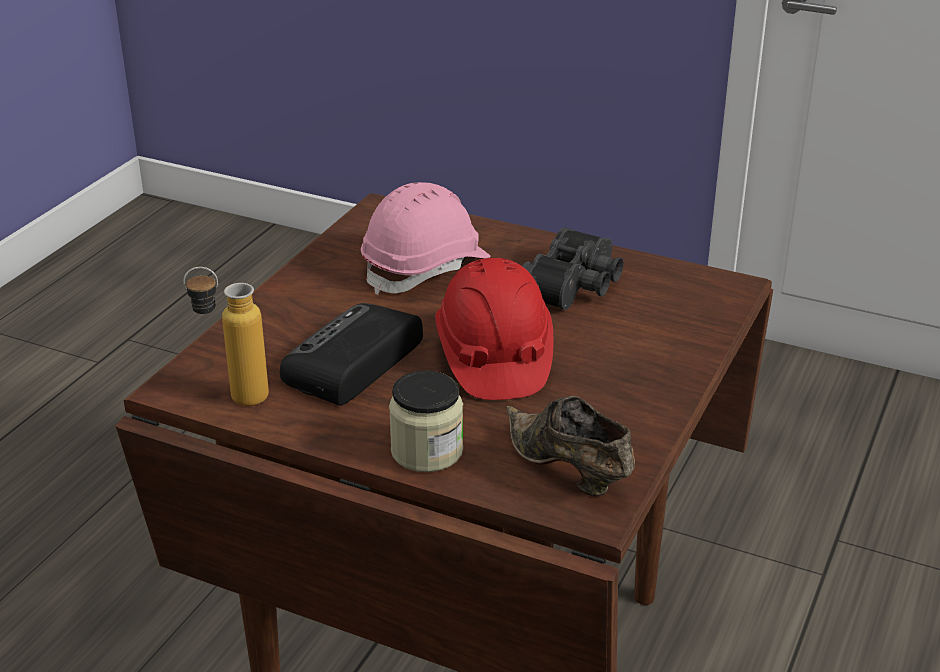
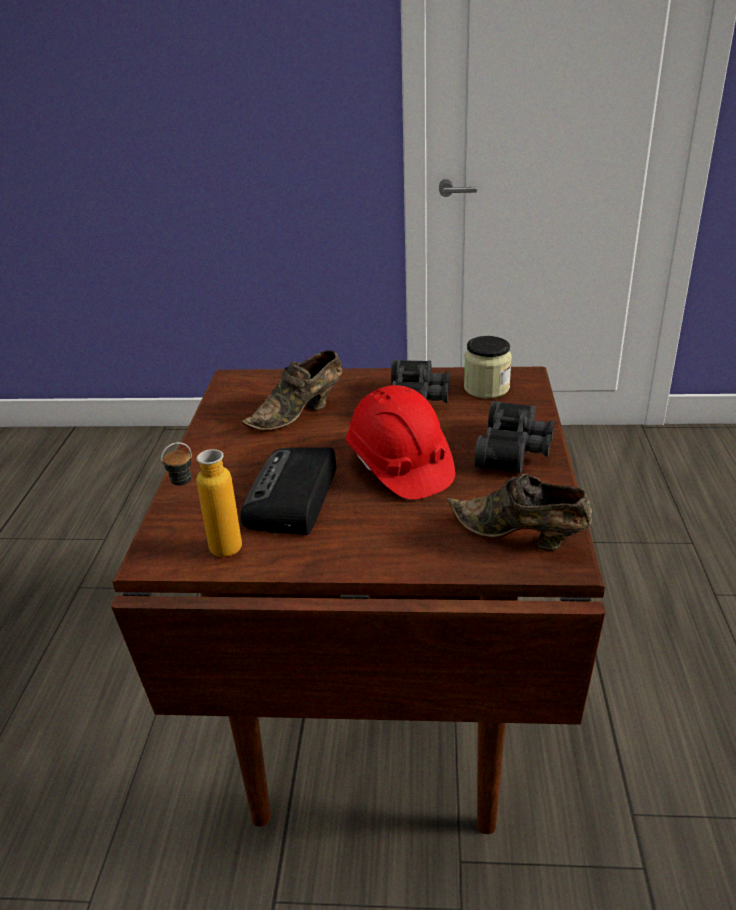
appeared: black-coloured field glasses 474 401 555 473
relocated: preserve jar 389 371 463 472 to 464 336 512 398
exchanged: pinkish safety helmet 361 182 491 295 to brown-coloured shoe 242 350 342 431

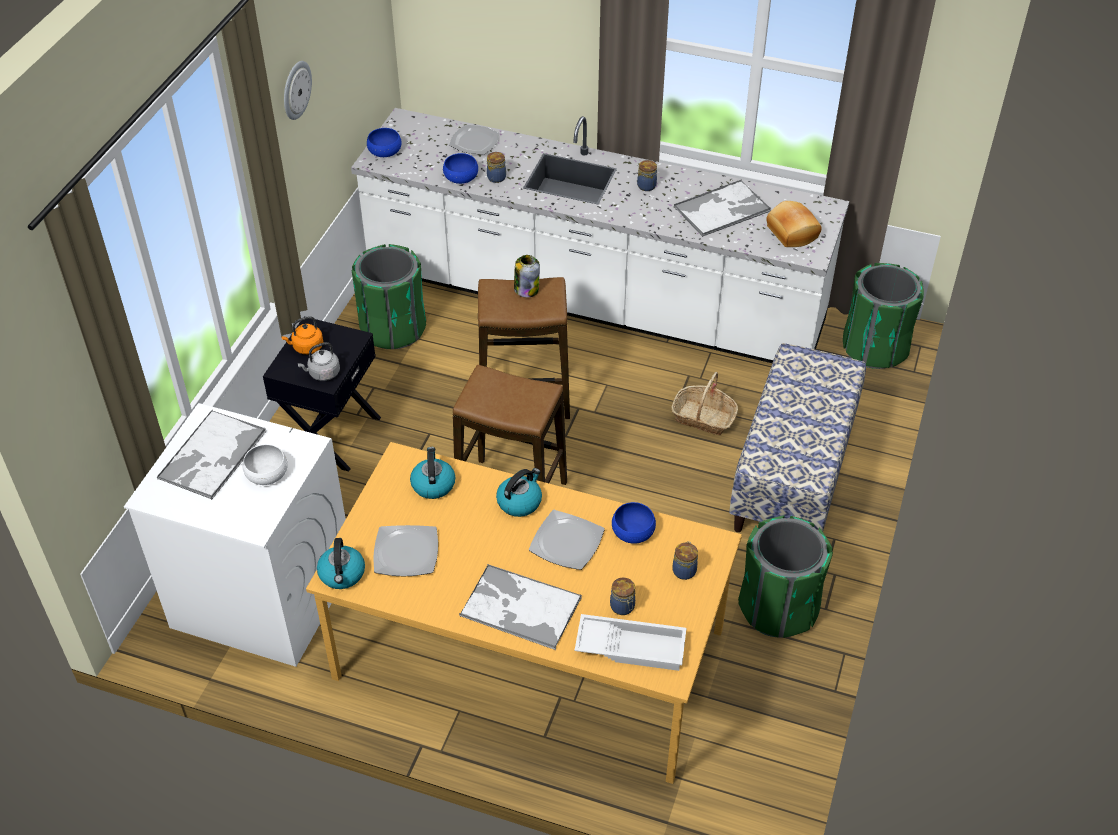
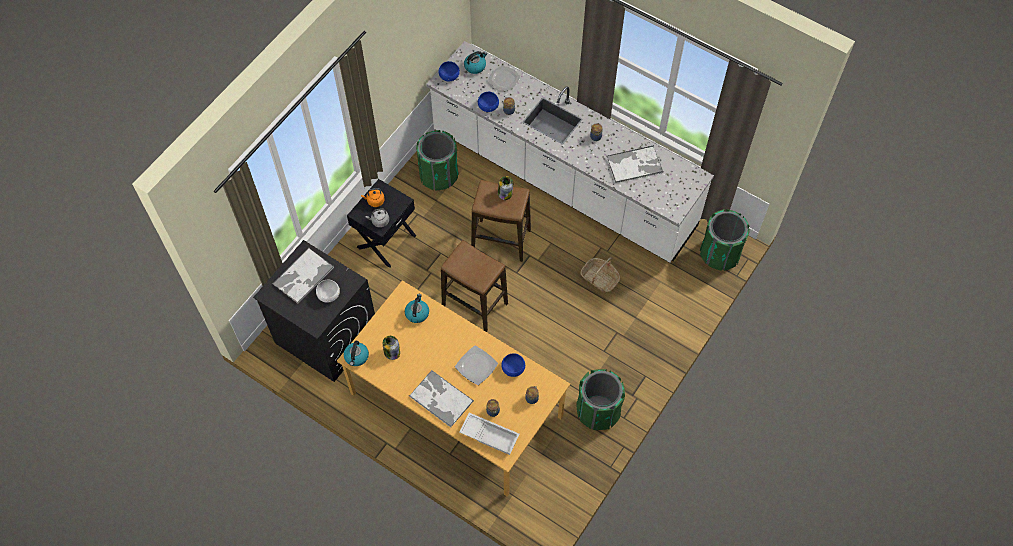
missing: hanging clock 284 61 312 120; bench 729 343 866 532; bakery bread 766 201 822 247
relocated: water kettle 496 468 542 517 to 464 51 487 74
exchanged: dinner plate 373 525 438 576 to preserve jar 383 336 400 360
colour: white washing machine 124 403 346 667 to black-coloured washing machine 253 240 375 382

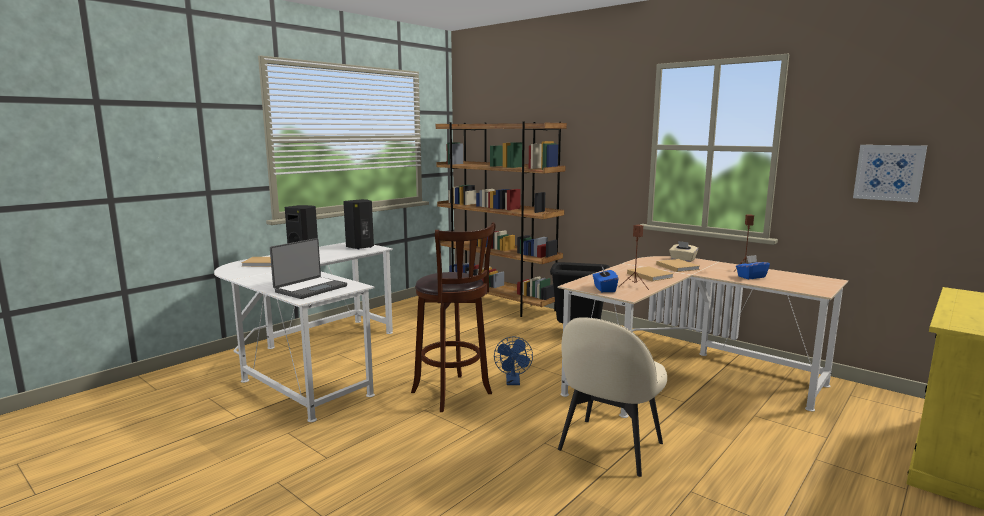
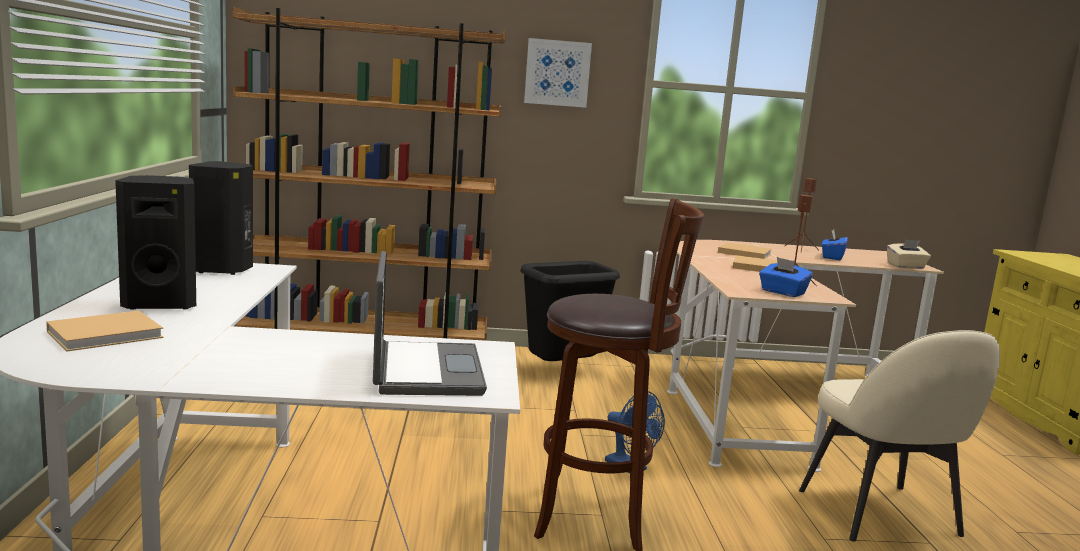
relocated: picture 853 145 927 202 to 524 38 592 108; sand-coloured box of tissues 669 241 698 262 to 887 239 931 269

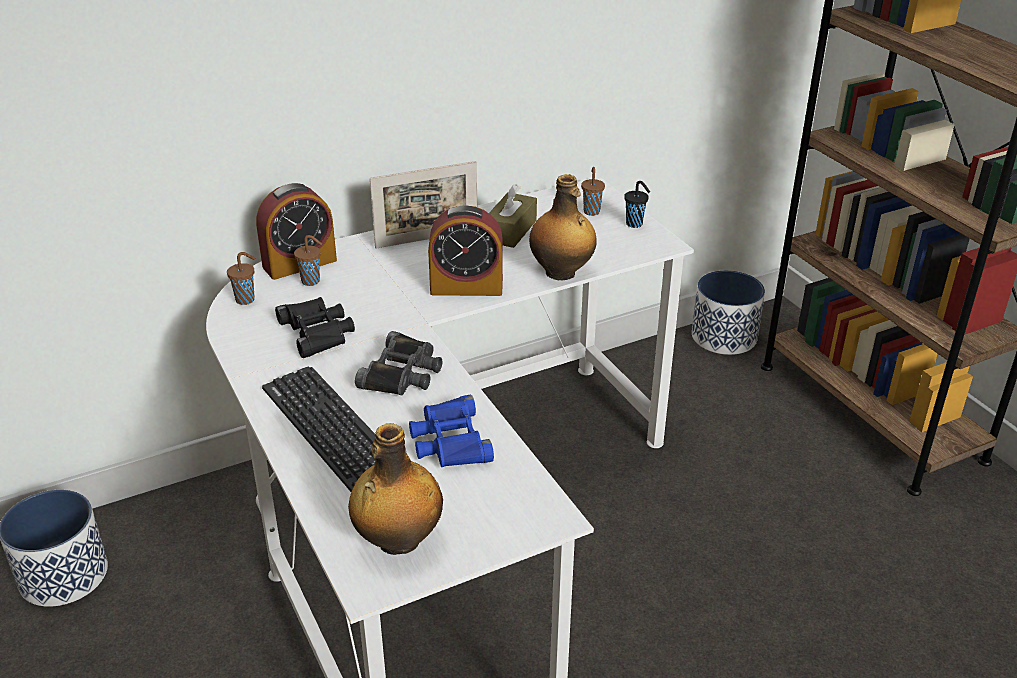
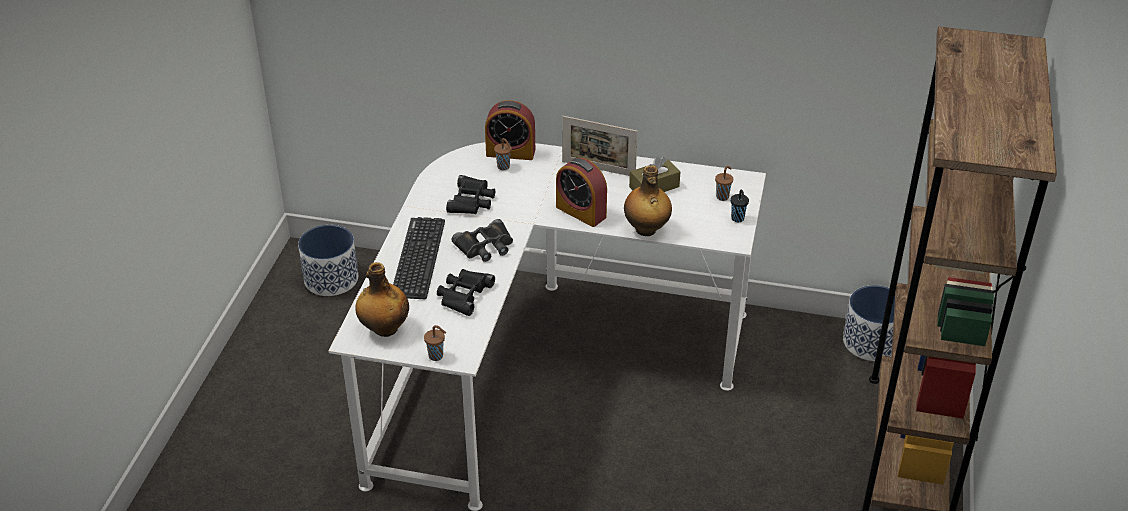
relocated: brown-coloured cup 227 252 255 305 to 424 325 446 361
colour: blue field glasses 409 394 494 467 to black-coloured field glasses 437 269 495 316

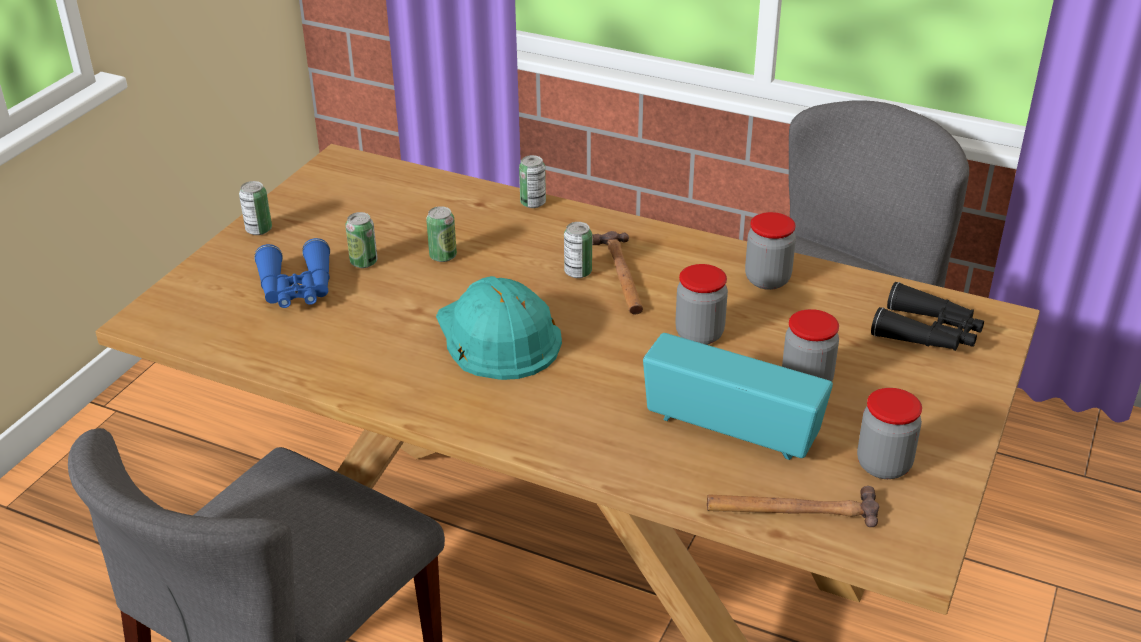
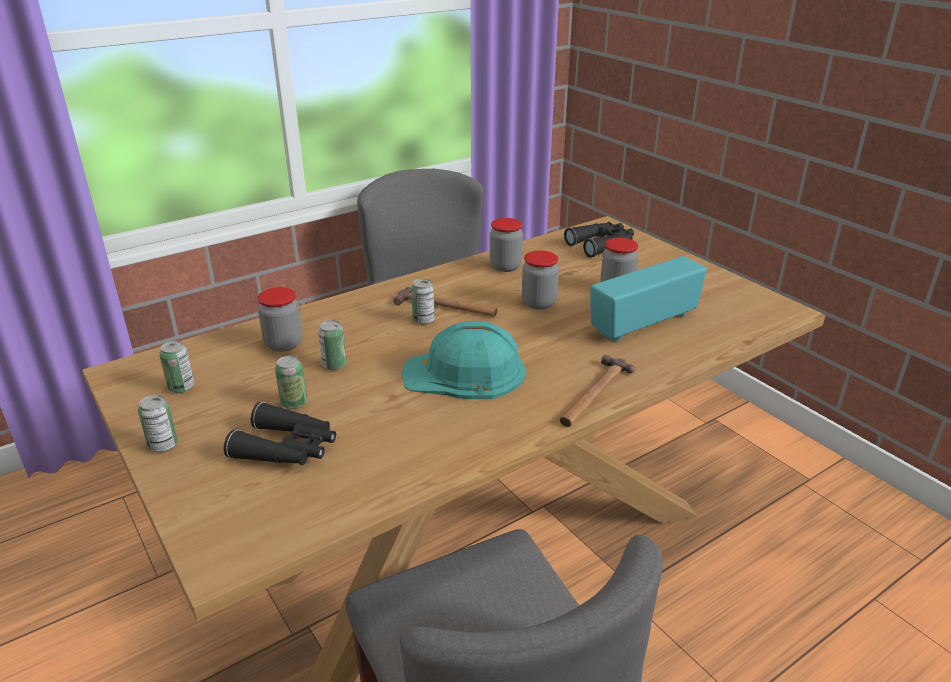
relocated: can 519 155 546 208 to 159 341 194 393; preserve jar 857 388 922 479 to 257 287 302 352; tool hammer 707 486 879 527 to 560 355 635 427
colour: blue field glasses 254 238 330 308 to black-coloured field glasses 224 402 336 465

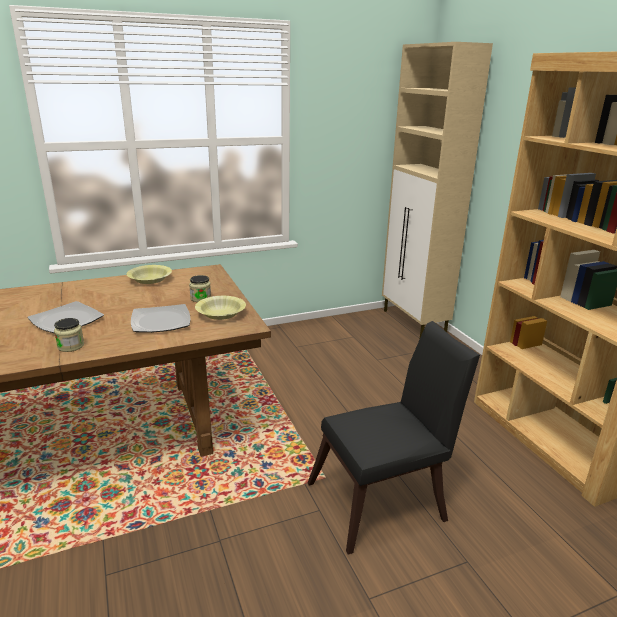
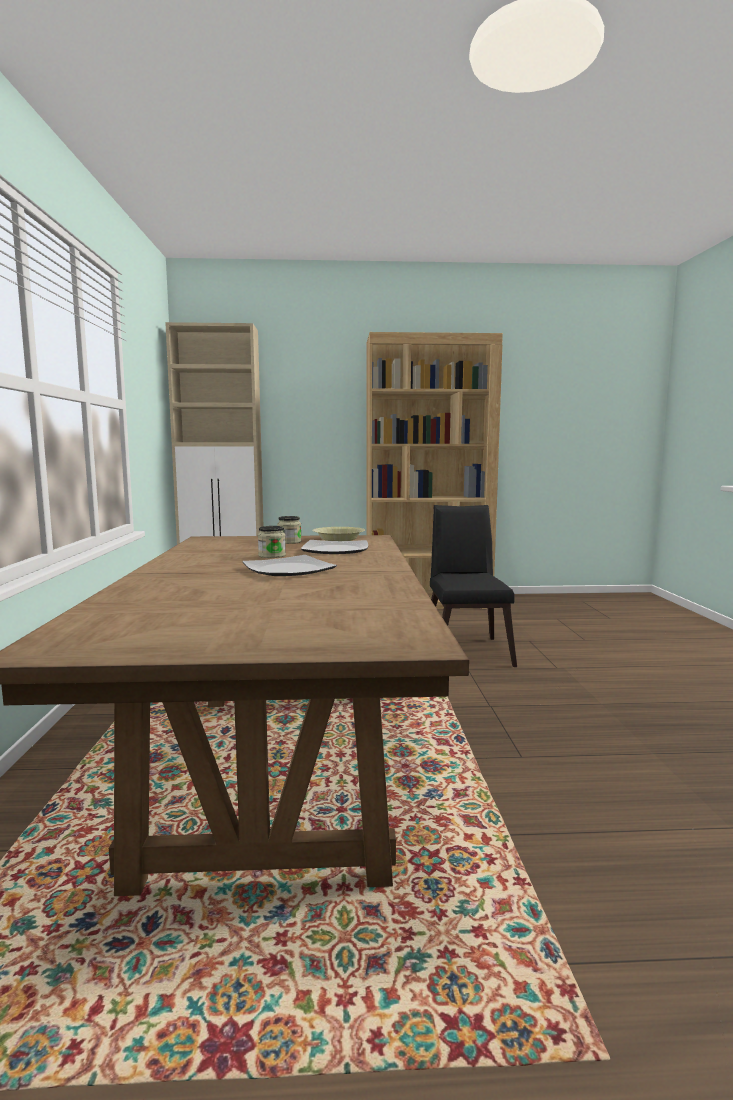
missing: yellowish serving bowl 127 265 172 284
relocated: preserve jar 54 318 84 352 to 258 526 286 558

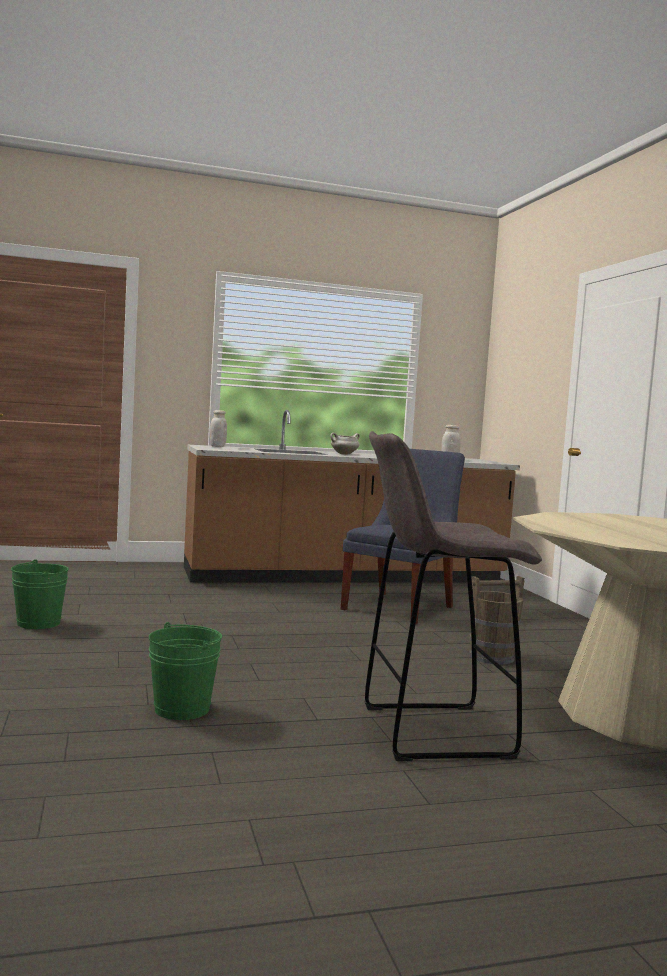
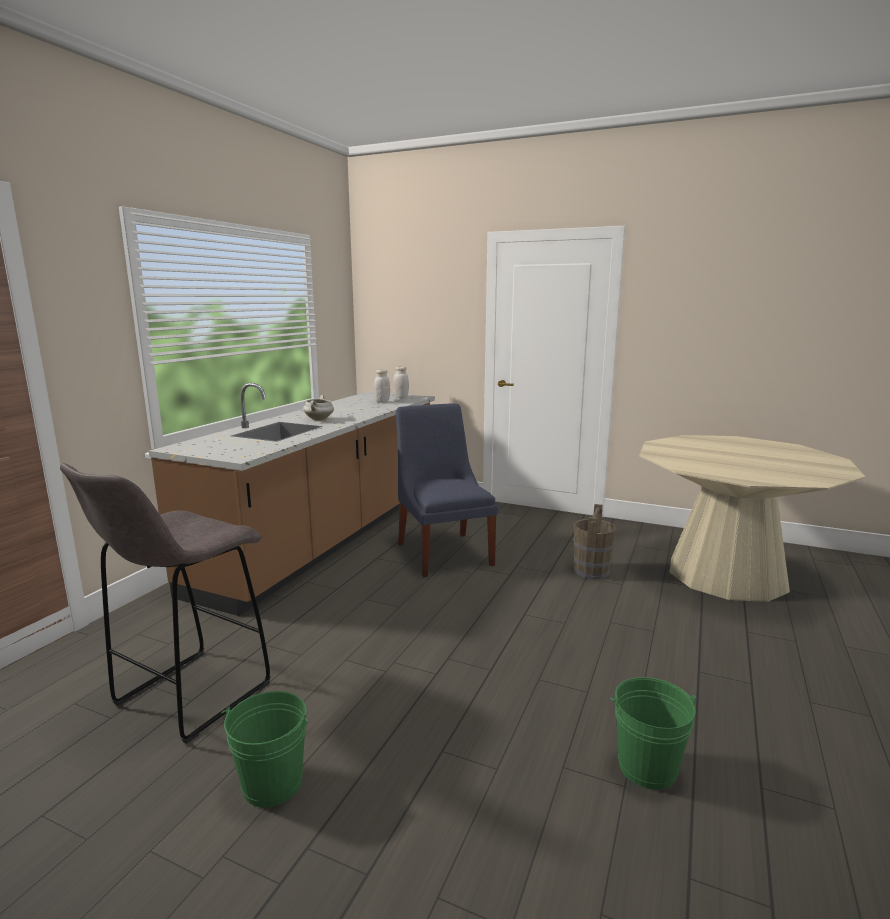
relocated: grey stool 364 431 542 761 to 60 463 271 744; white preserve jar 210 410 227 447 to 393 366 409 398

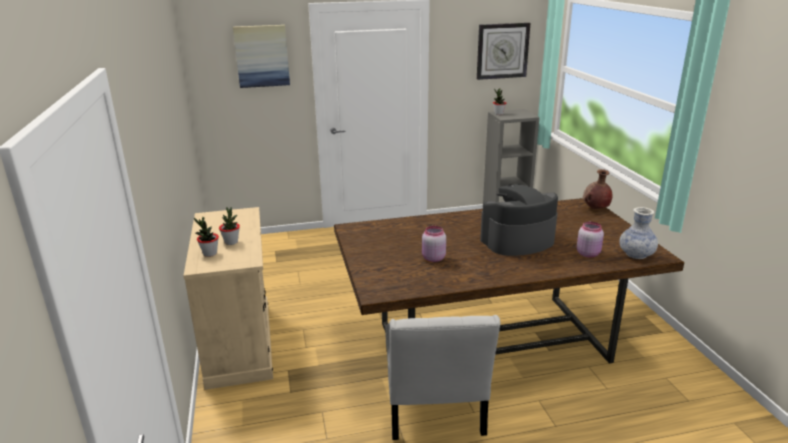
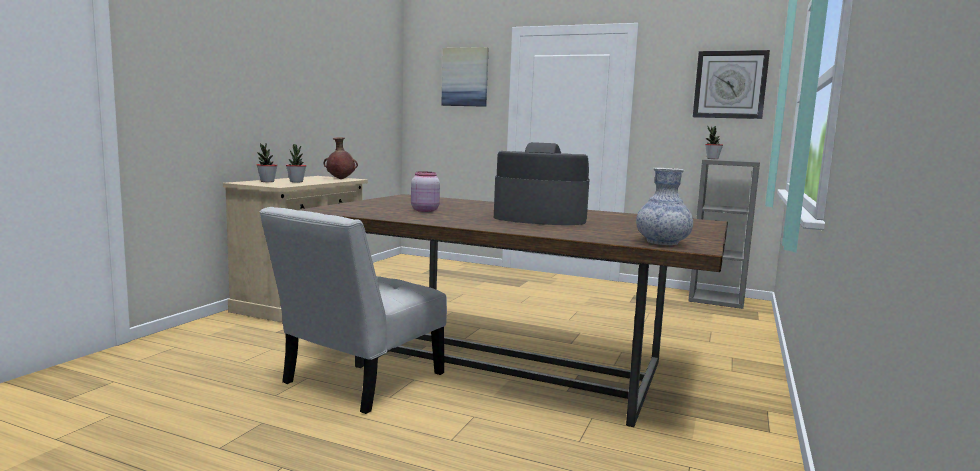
missing: pinkish preserve jar 577 222 604 258
relocated: brown-coloured vase 583 169 613 209 to 324 137 358 179

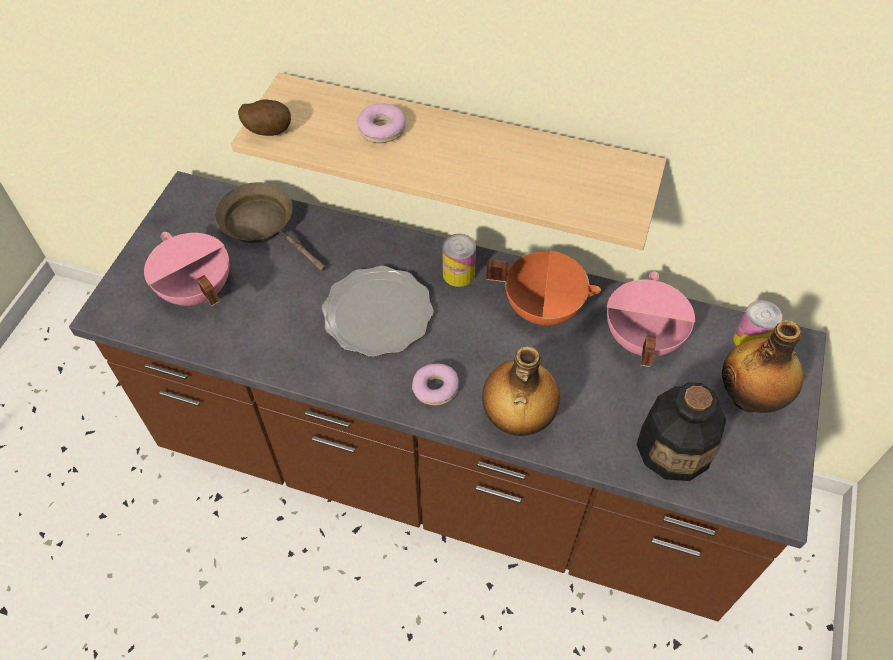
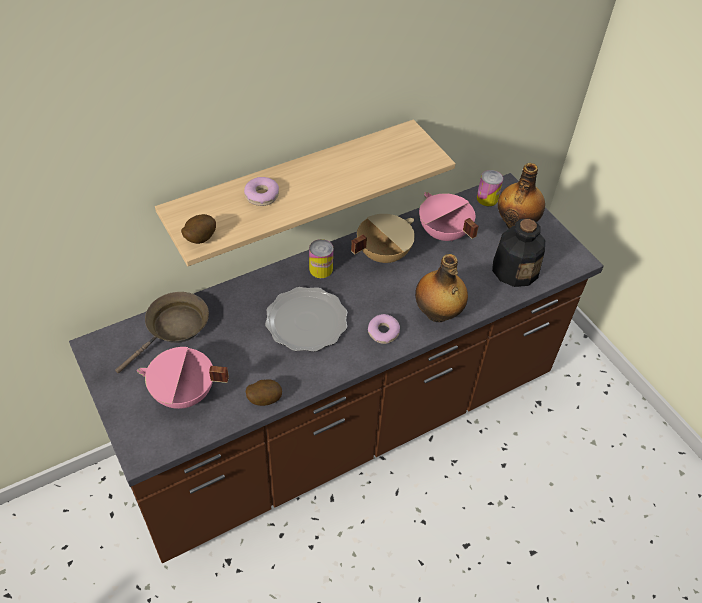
appeared: potato 246 380 282 406
colour: orangey cooking pot 486 251 601 325 to sand-coloured cooking pot 351 214 415 263
spun: brown-coloured skillet 215 182 326 271 = 115 292 209 374 135 degrees clockwise

